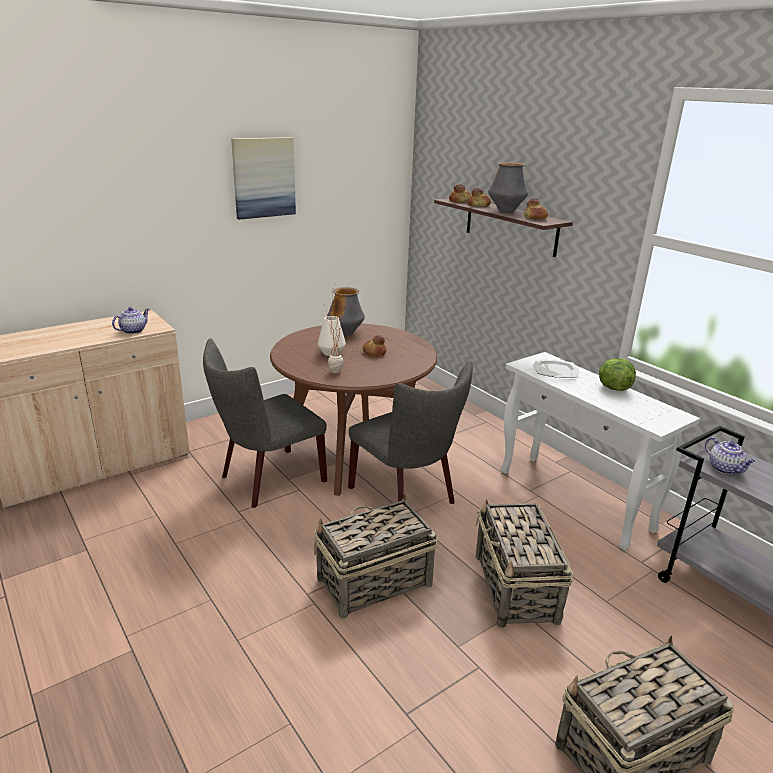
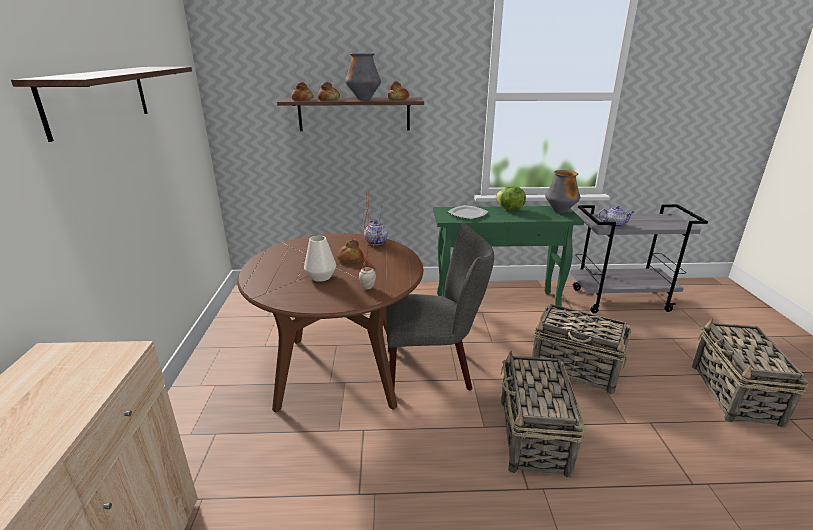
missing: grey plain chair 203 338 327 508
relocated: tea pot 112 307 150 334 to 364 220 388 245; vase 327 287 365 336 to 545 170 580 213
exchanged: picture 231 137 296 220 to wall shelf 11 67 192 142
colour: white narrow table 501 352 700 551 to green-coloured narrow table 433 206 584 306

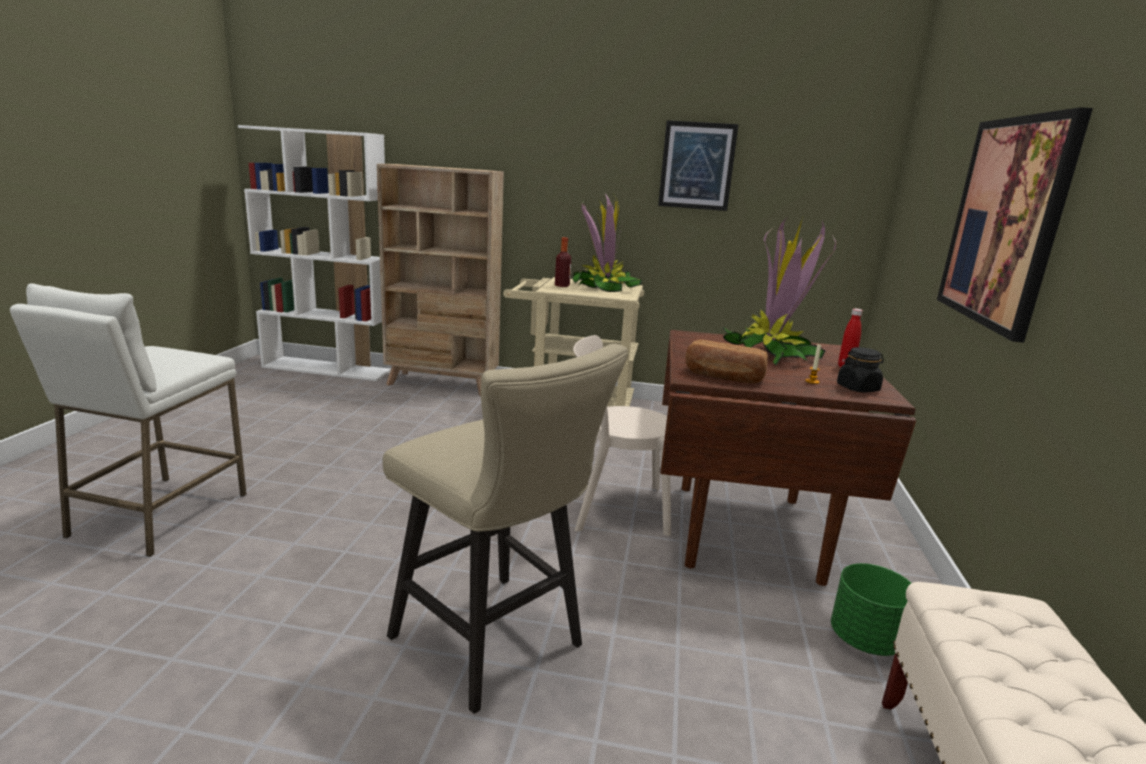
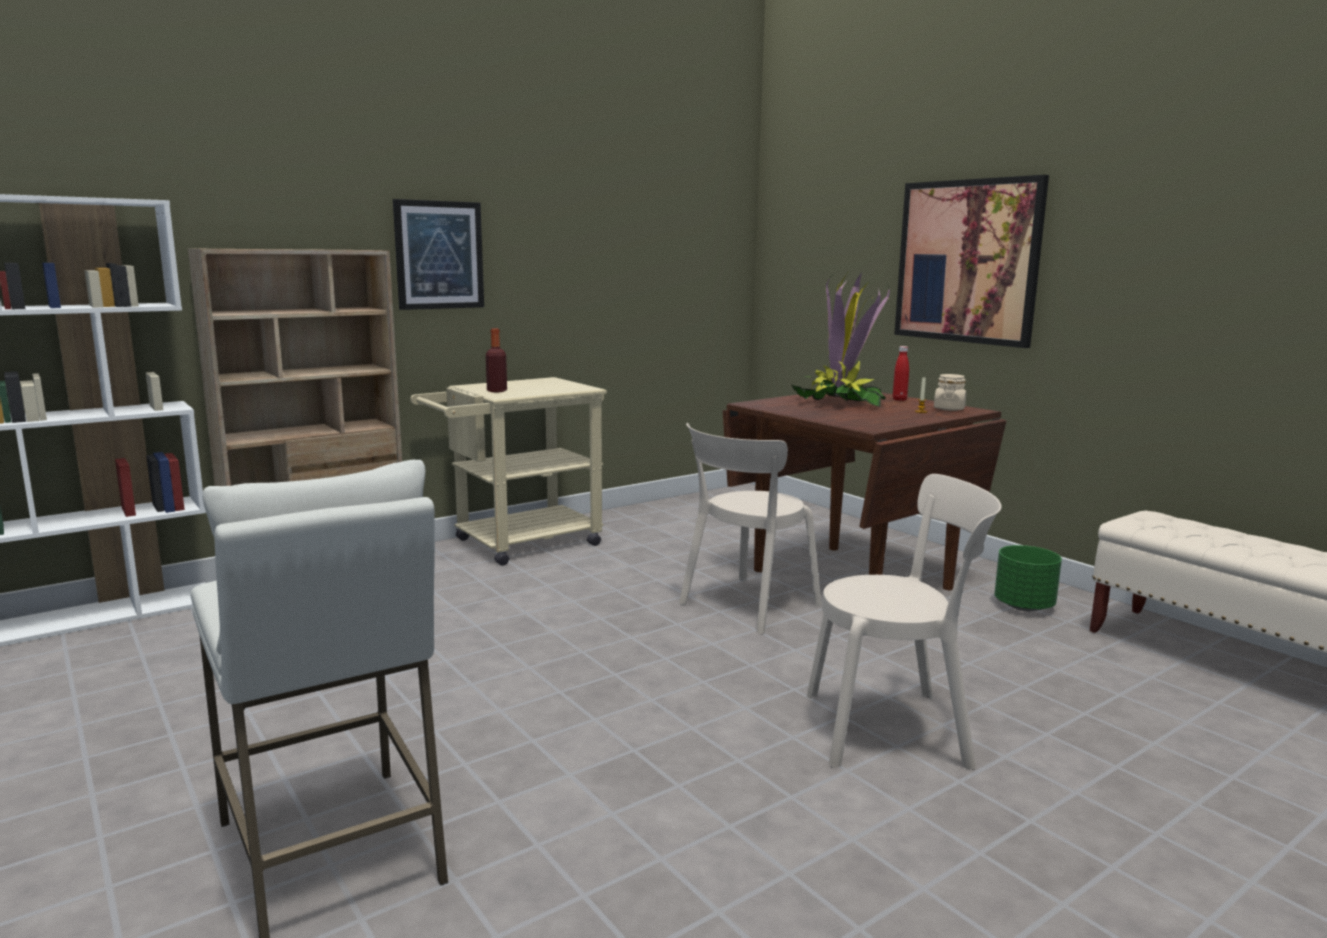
missing: plant in a pot 573 193 643 292; bakery bread 686 340 768 383
relocated: picture 658 120 739 211 to 393 199 484 310
exchanged: sand-coloured stool 383 344 628 714 to sand-coloured plain chair 807 474 1002 770
colour: black-coloured preserve jar 837 347 884 392 to sand-coloured preserve jar 934 374 966 411

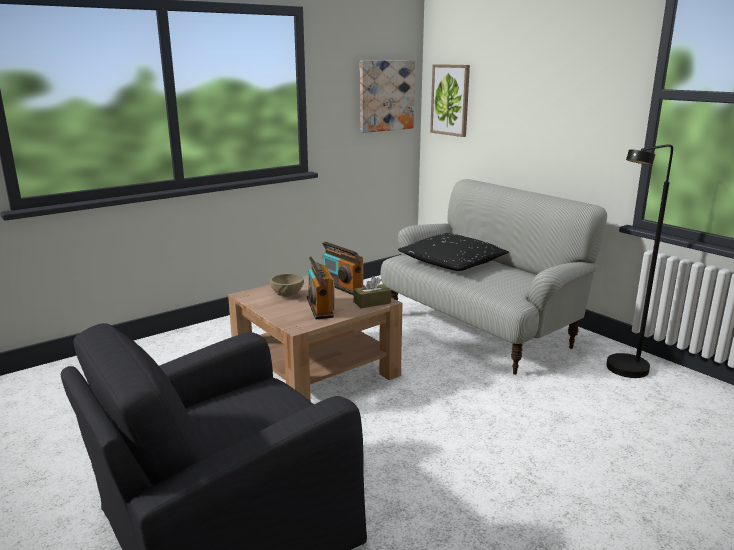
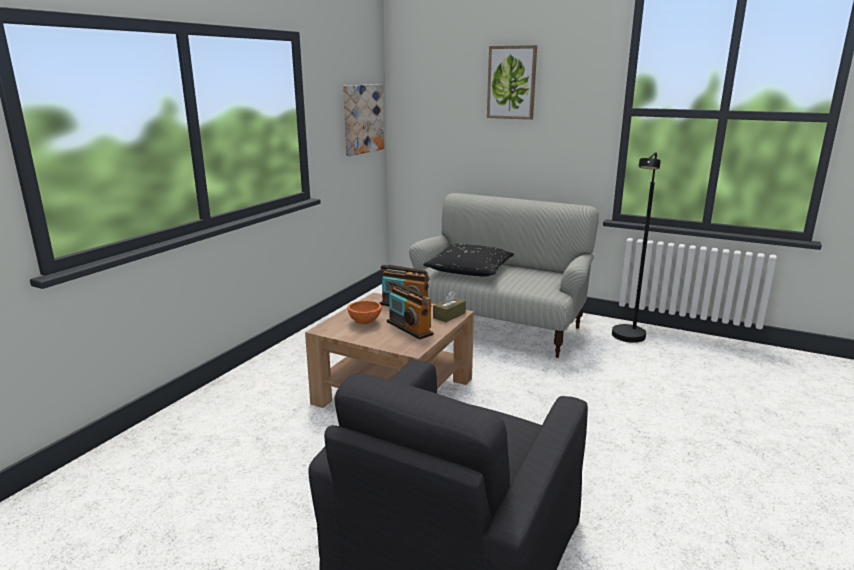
relocated: picture 430 64 470 137 to 487 45 537 120
colour: sand-coloured serving bowl 270 274 304 297 to orangey serving bowl 347 300 381 324

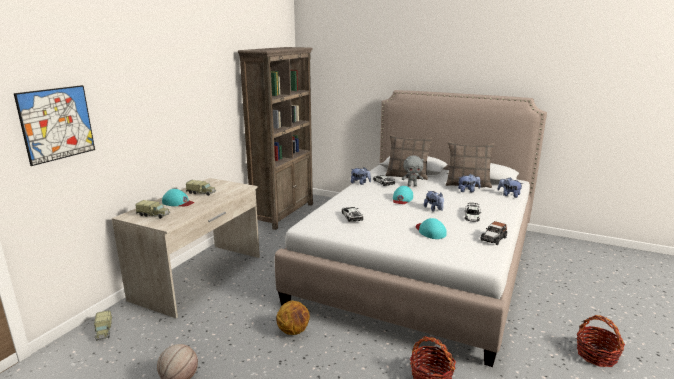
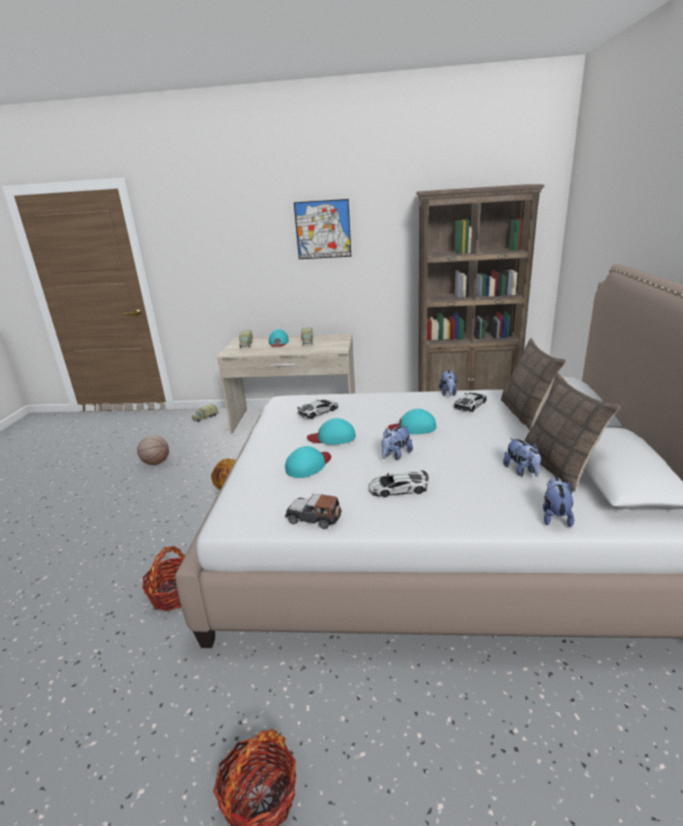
missing: grey plush toy 402 155 424 186
appeared: blue-green cap 307 418 356 444
relocated: picture 14 85 95 166 to 294 199 351 259

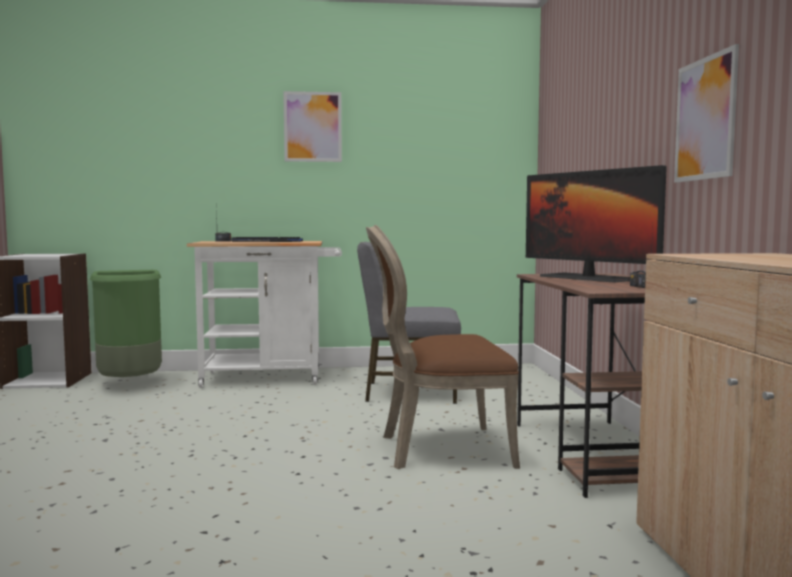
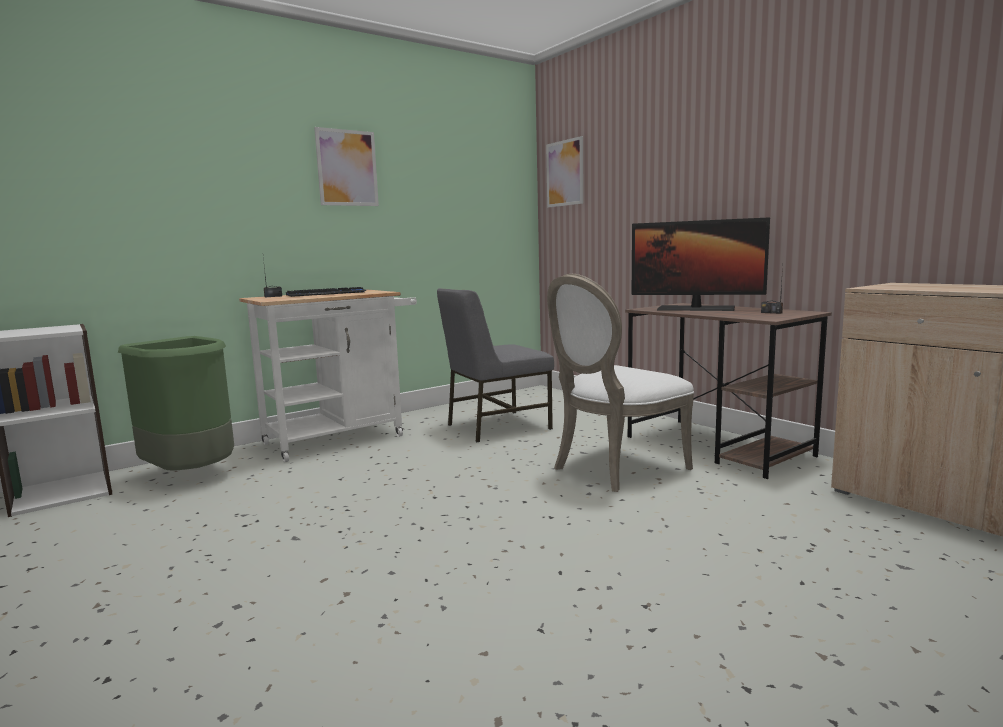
relocated: picture 674 44 739 183 to 546 136 583 207
colour: brown-coloured plain chair 366 225 520 469 to white plain chair 547 274 694 492

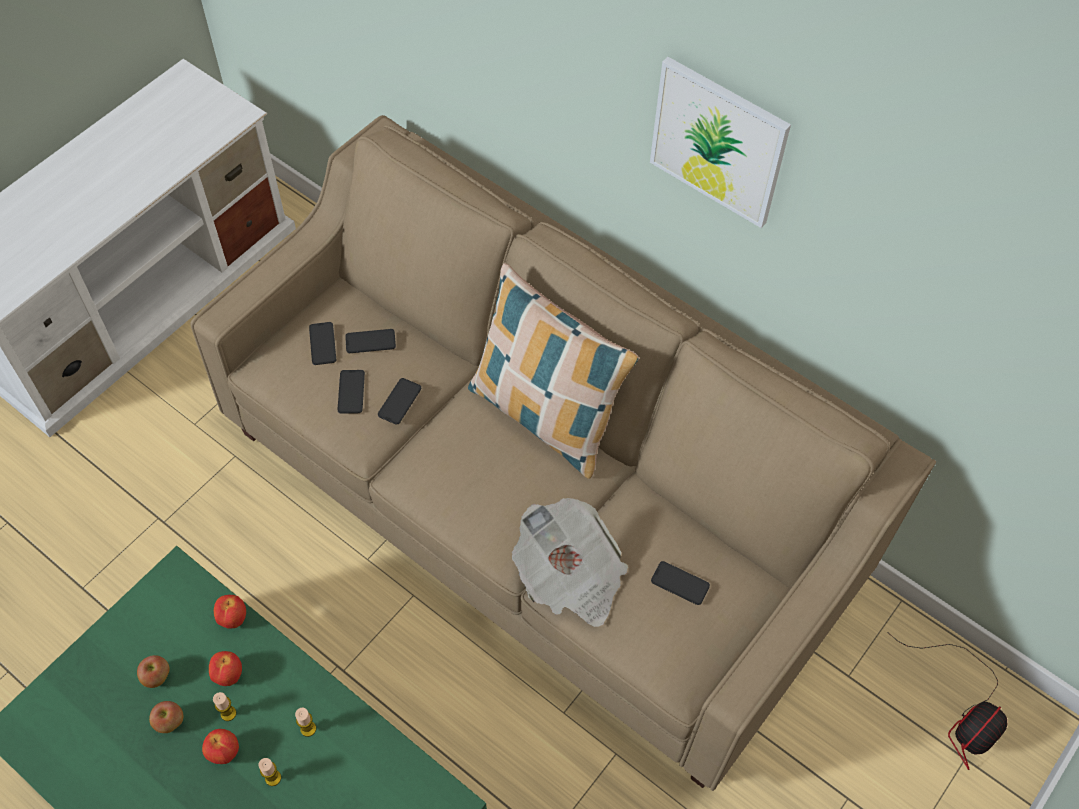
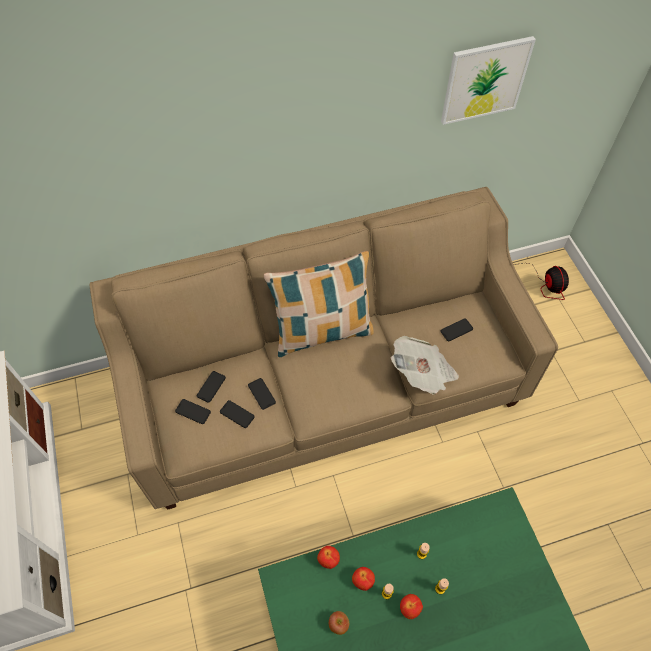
missing: whole apple 149 701 183 733
relocated: picture 650 57 791 228 to 441 36 536 125

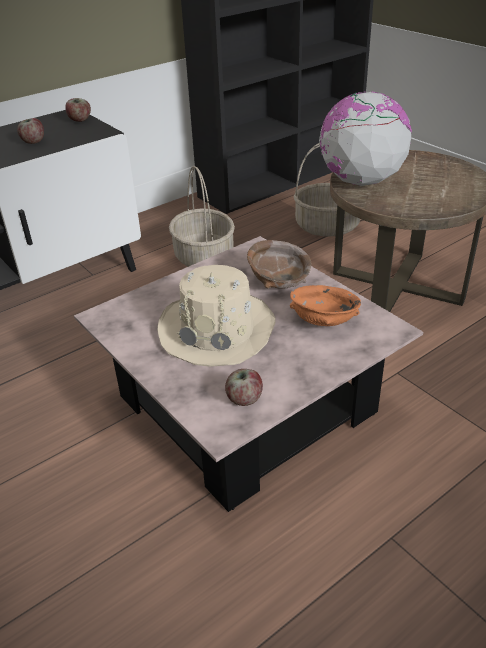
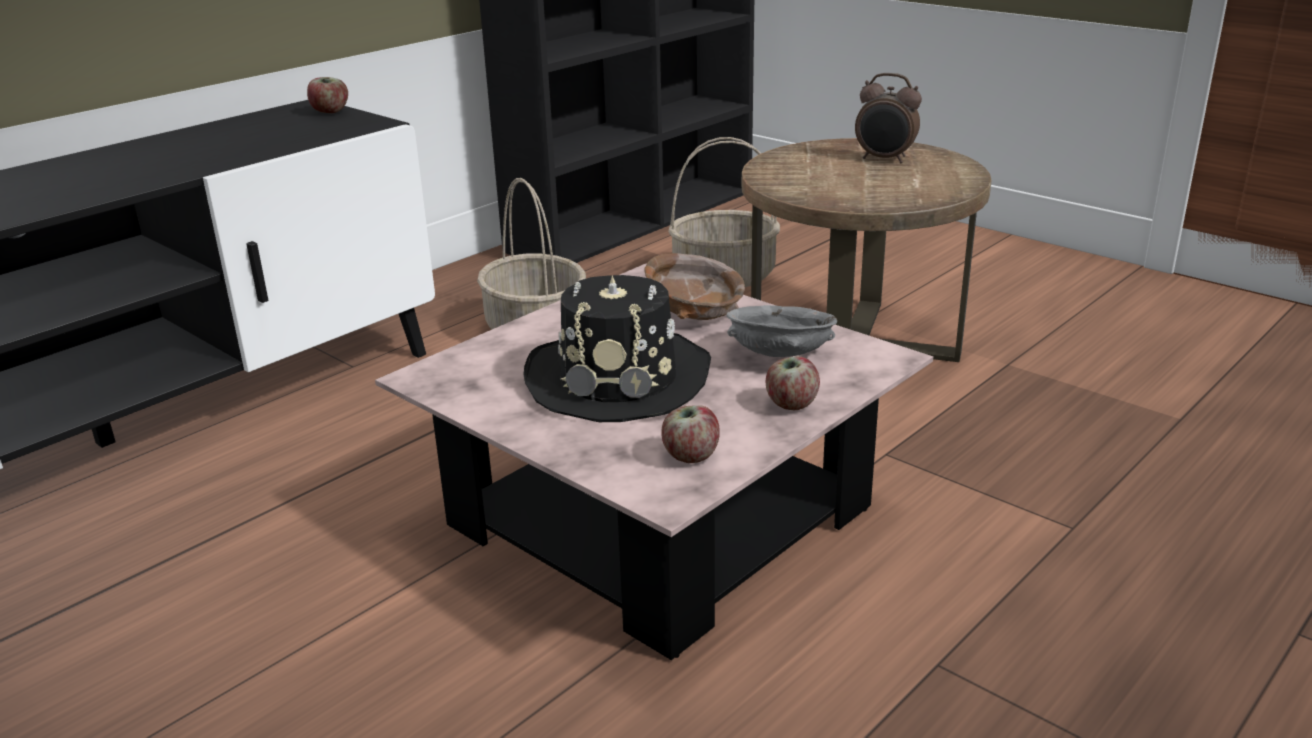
missing: globe 319 91 412 186
appeared: table clock 855 73 922 163
relocated: whole apple 17 118 44 144 to 766 356 820 410
colour: sand-coloured clothing hat 157 265 276 367 to black-coloured clothing hat 523 275 711 422; orangey serving bowl 290 285 361 326 to grey serving bowl 727 305 837 357

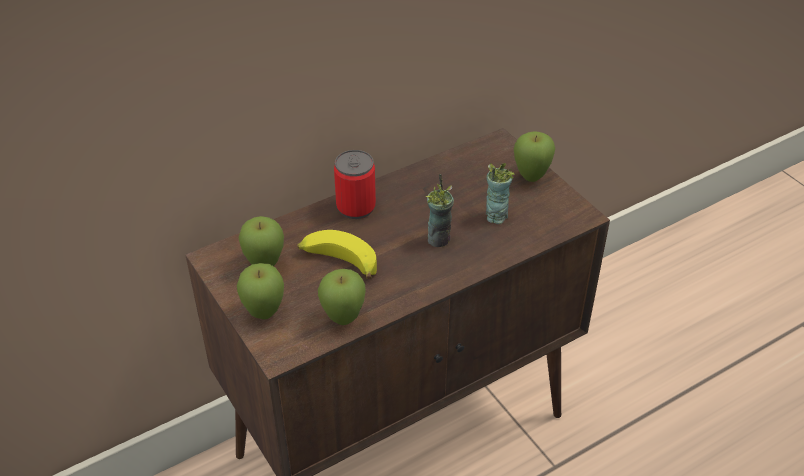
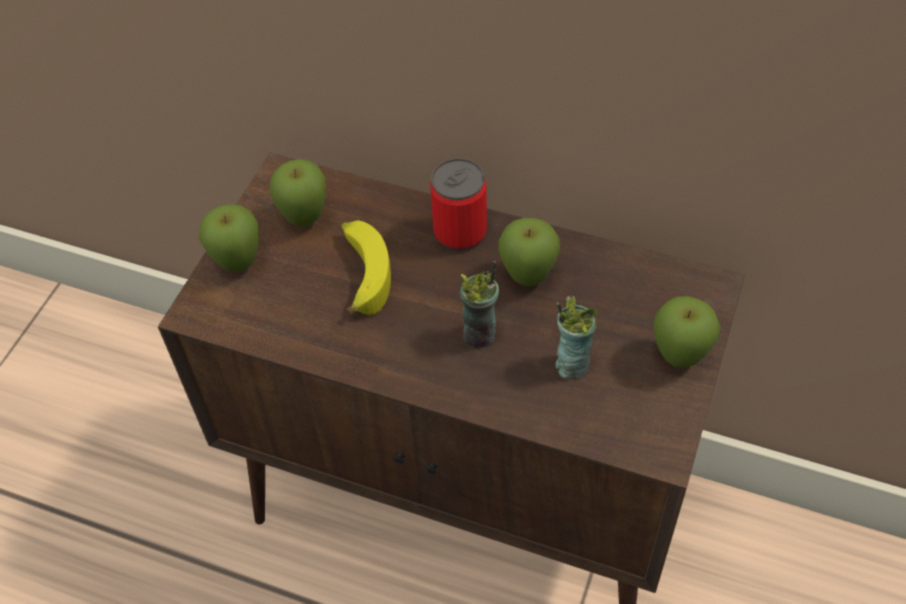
relocated: whole apple 318 269 366 325 to 499 218 560 286

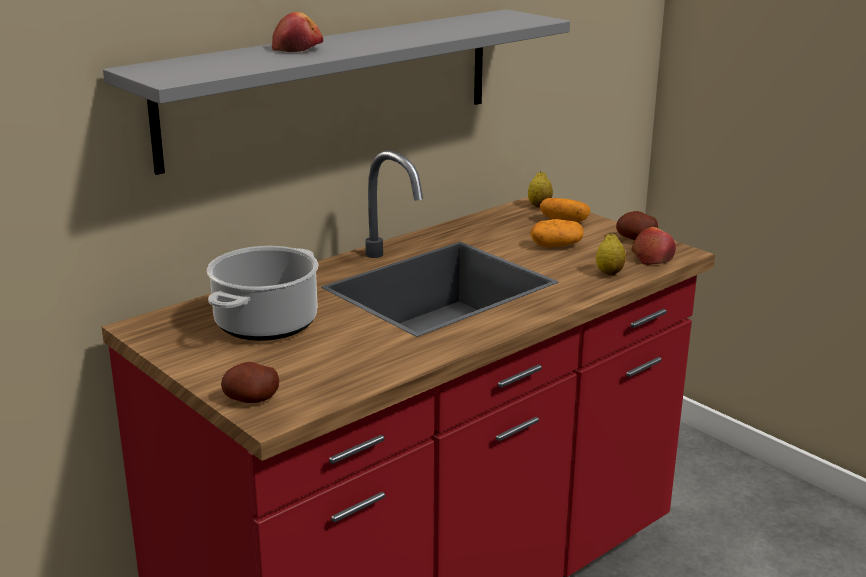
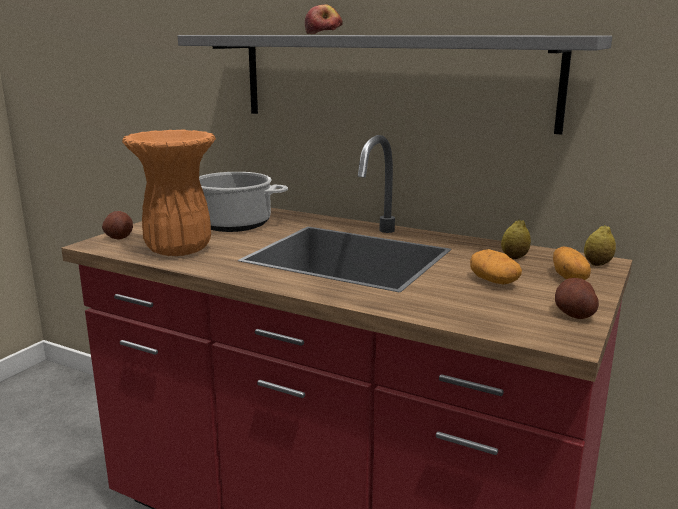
missing: whole apple 631 227 676 265
appeared: orangey vase 122 130 216 256
relocated: whole lemon 596 234 626 276 to 501 219 531 259

